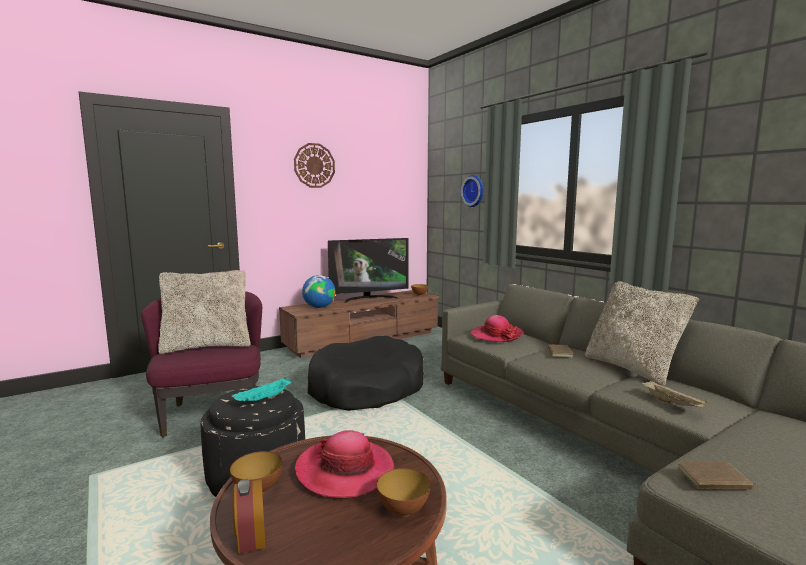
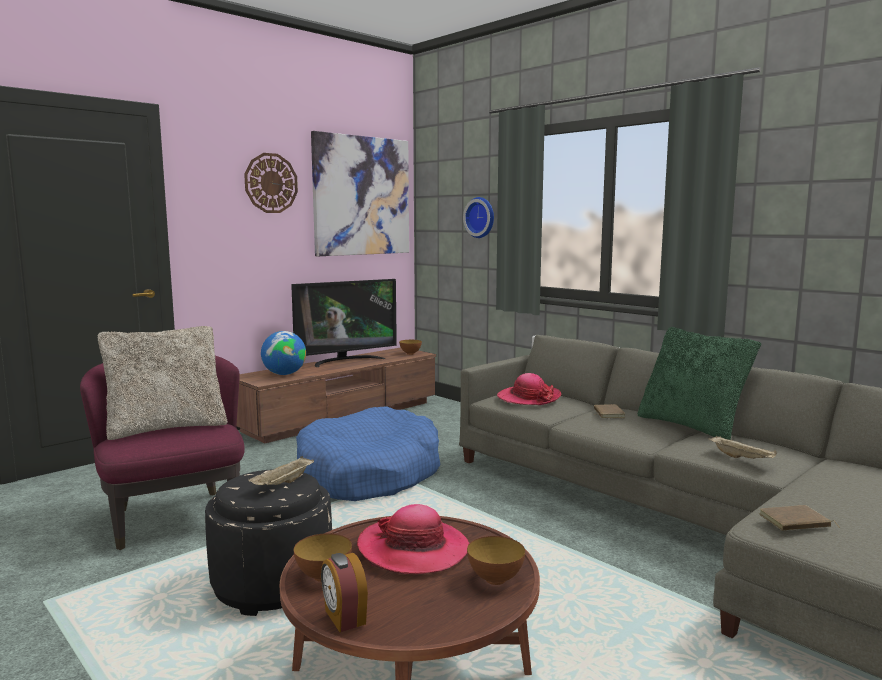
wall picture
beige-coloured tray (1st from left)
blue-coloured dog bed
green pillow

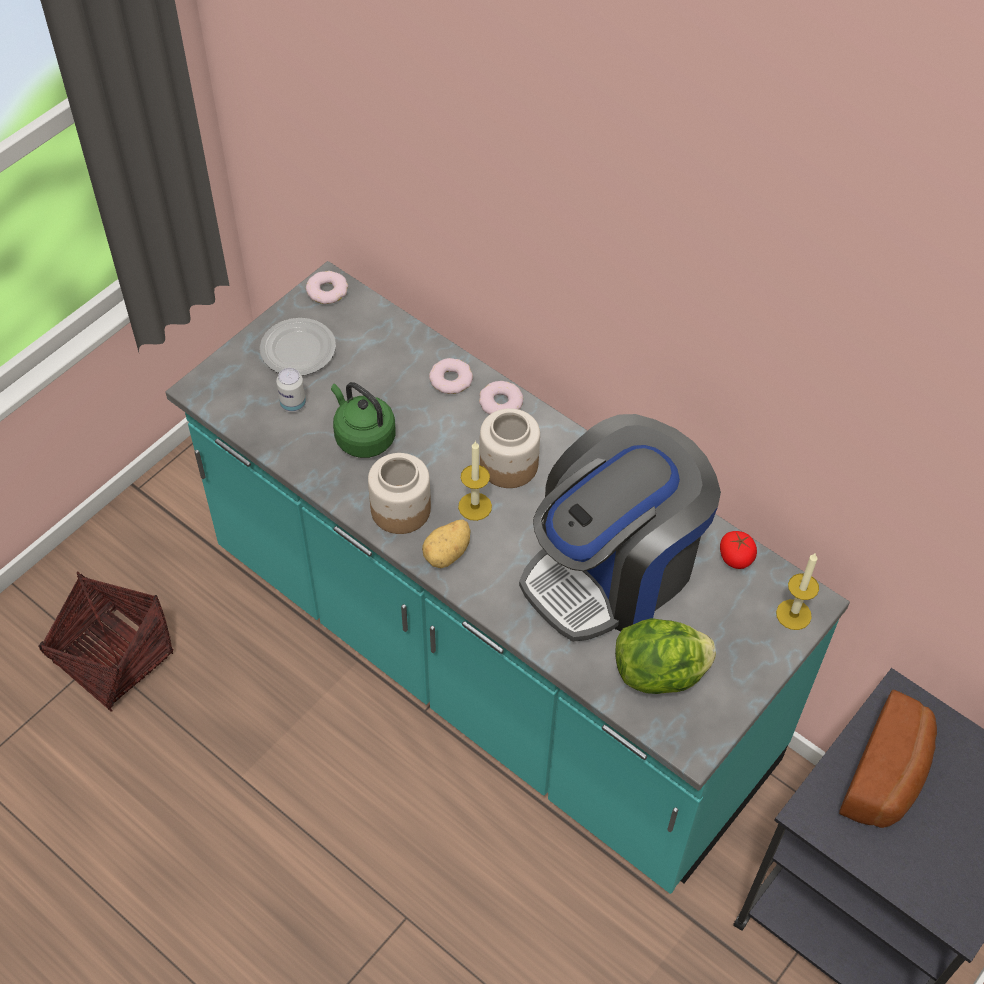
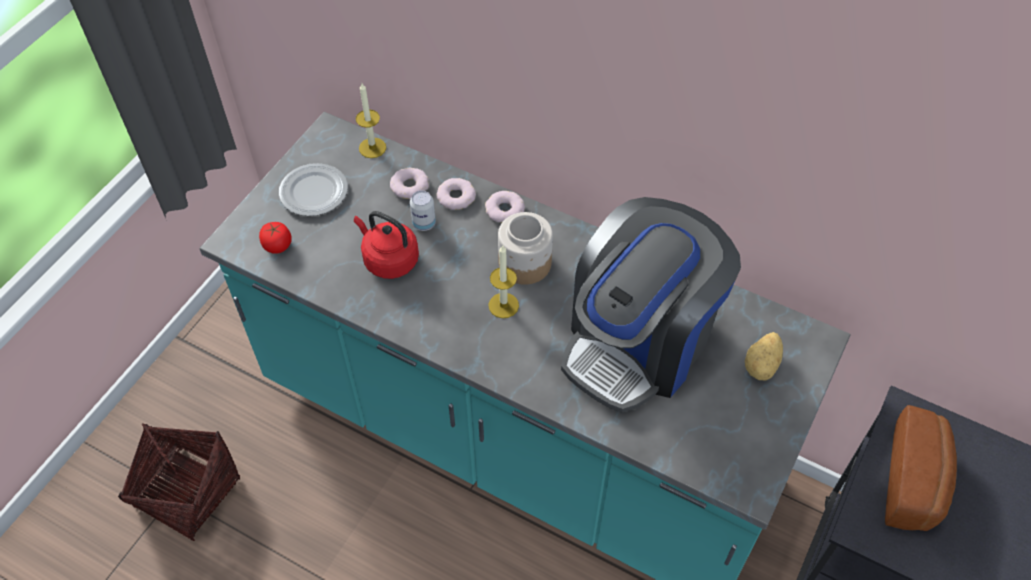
jar (1st from left in the first image)
lettuce
metal can
donut (1st from left)
whole potato
whole tomato
wax light (1st from left)
red water kettle

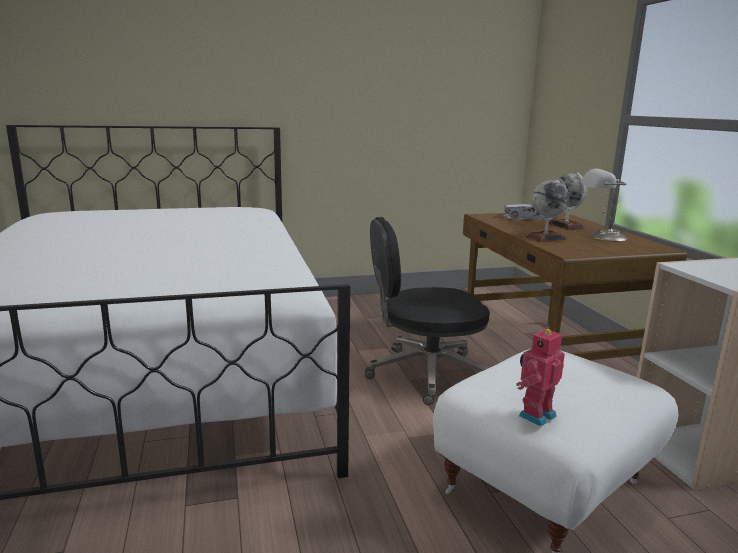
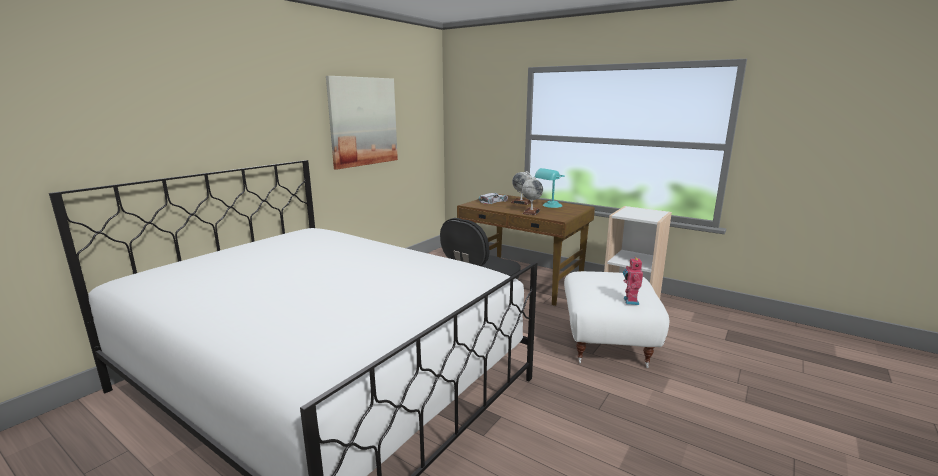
wall picture
turquoise-coloured table lamp

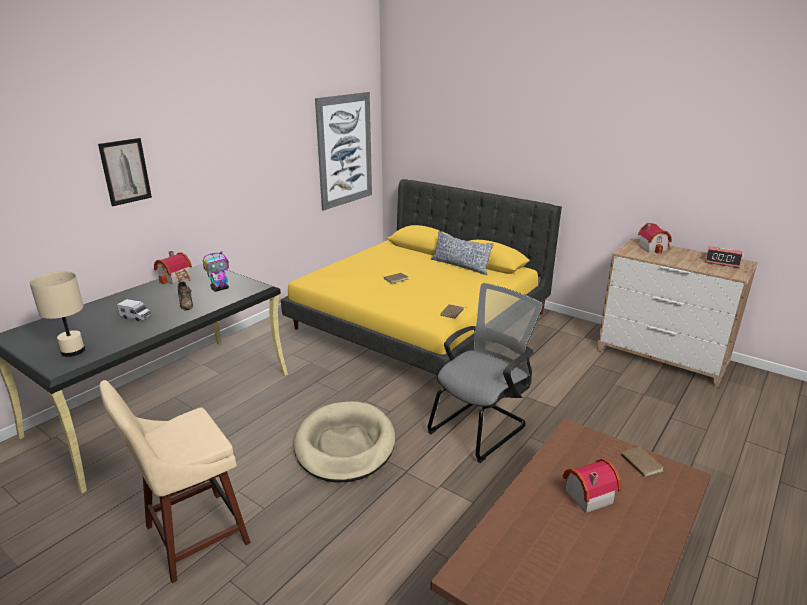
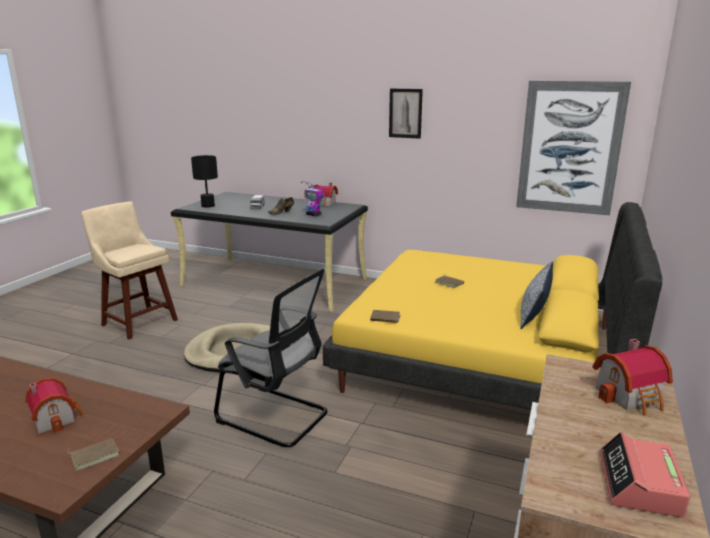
wall picture (1st from left)
black-coloured table lamp

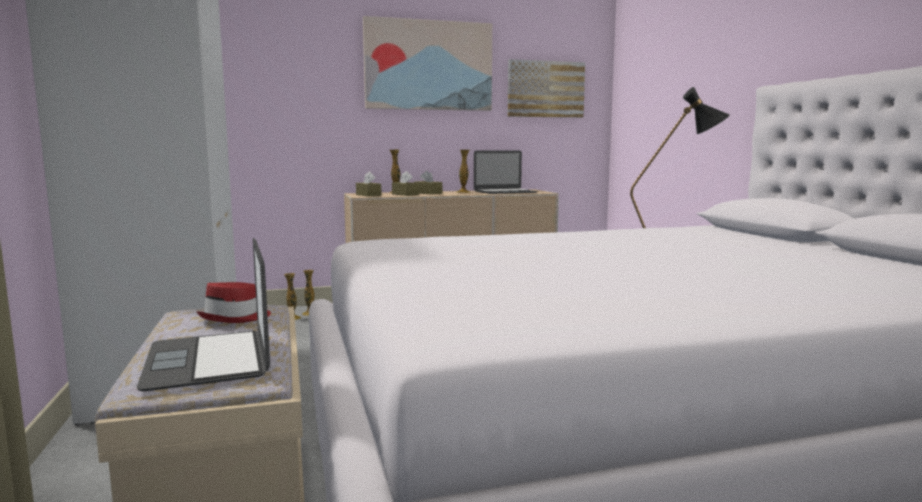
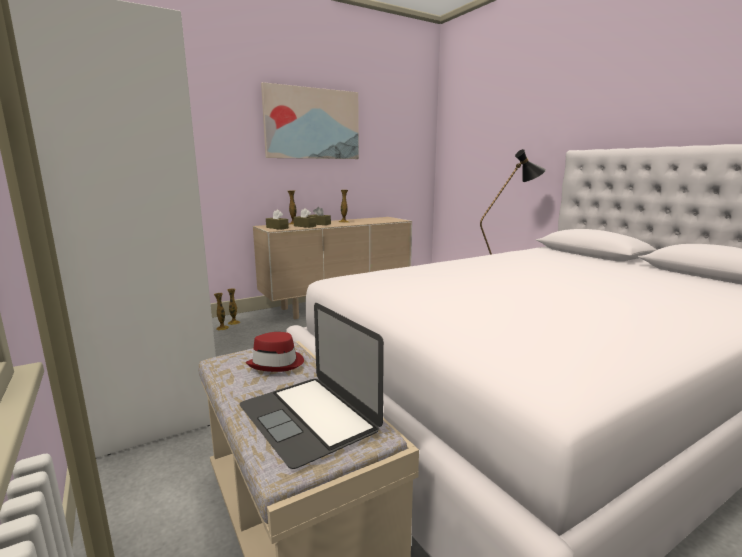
laptop (2nd from left in the first image)
wall picture (2nd from left in the first image)

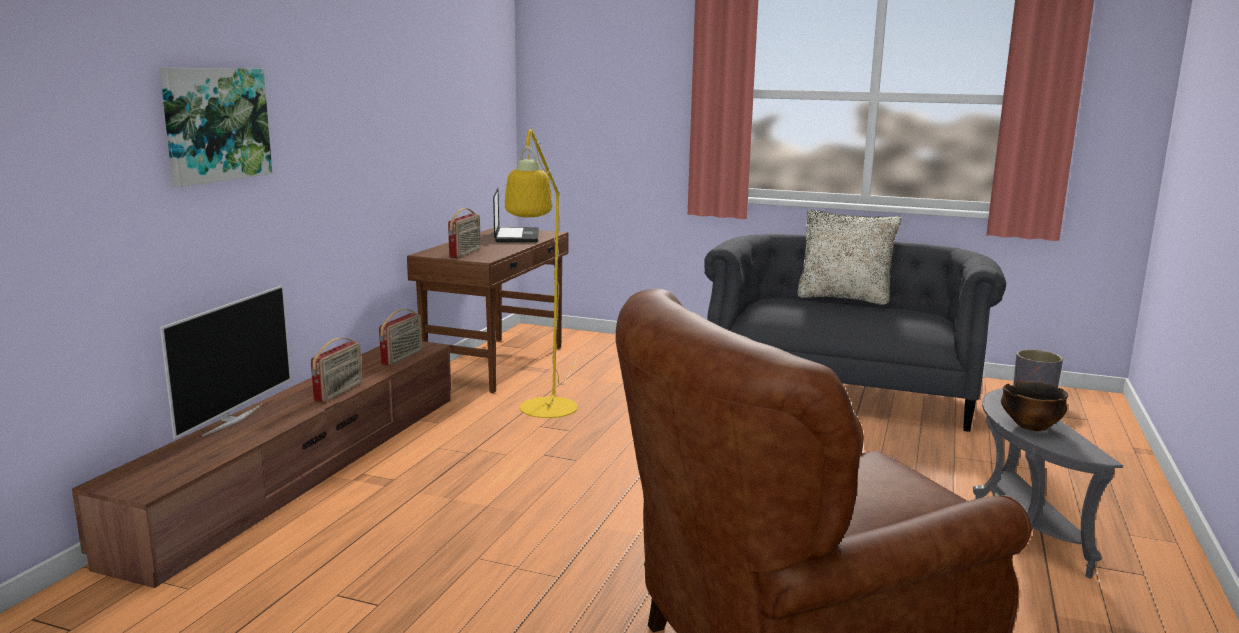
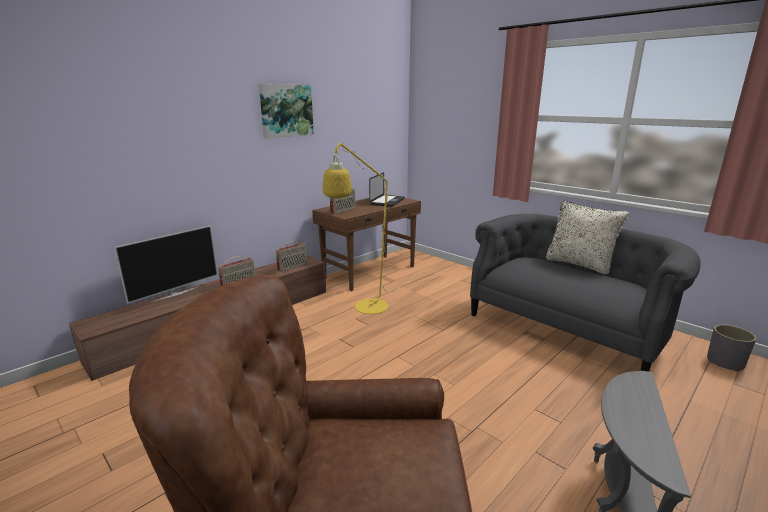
serving bowl
wall picture

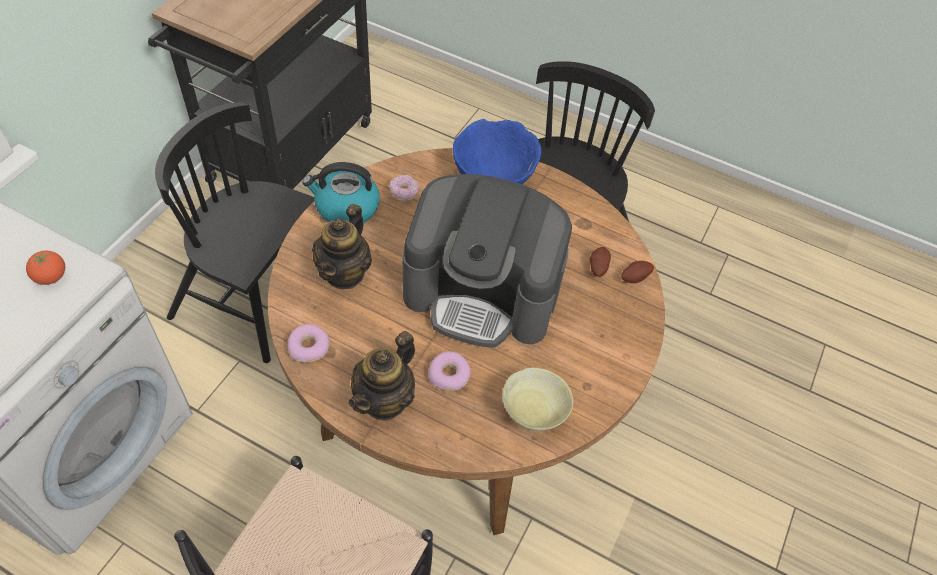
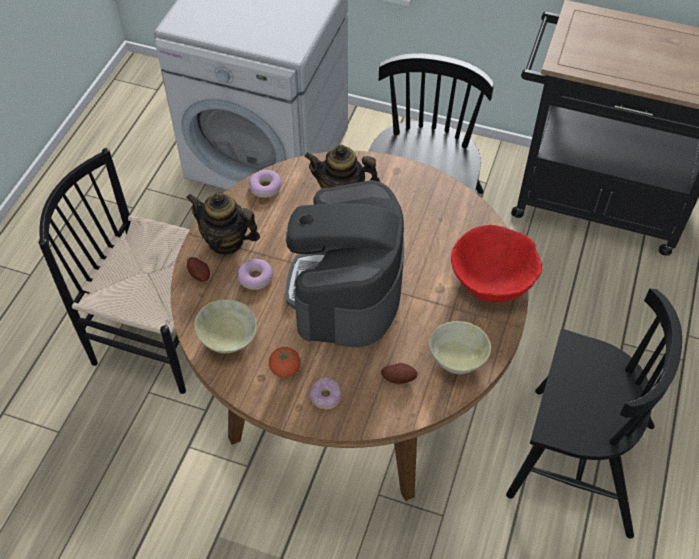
water kettle
beige-coloured serving bowl (2nd from left)
whole tomato
donut (3rd from left)
whole potato (1st from left)
red serving bowl

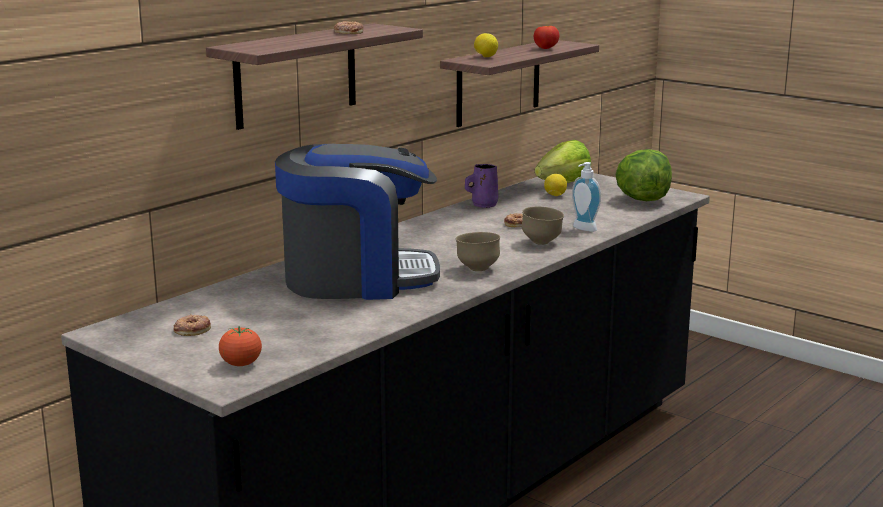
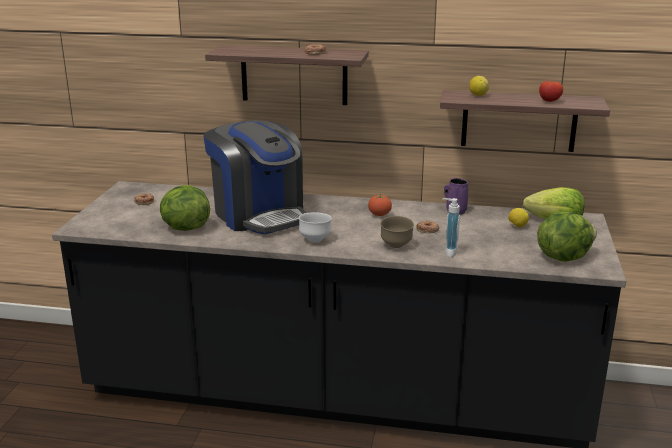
lettuce (1st from left)
whole tomato (1st from left)
whitish serving bowl

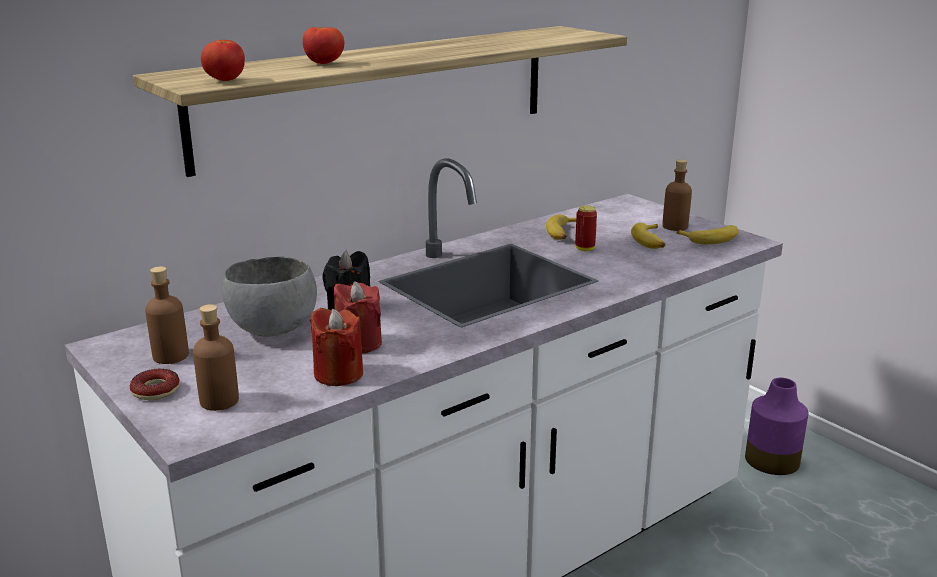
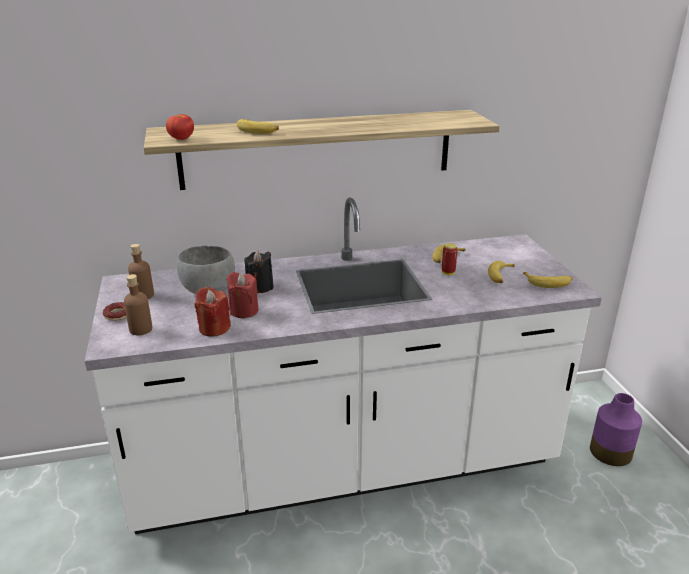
brownish drink bottle (3rd from left in the first image)
banana (1st from left)

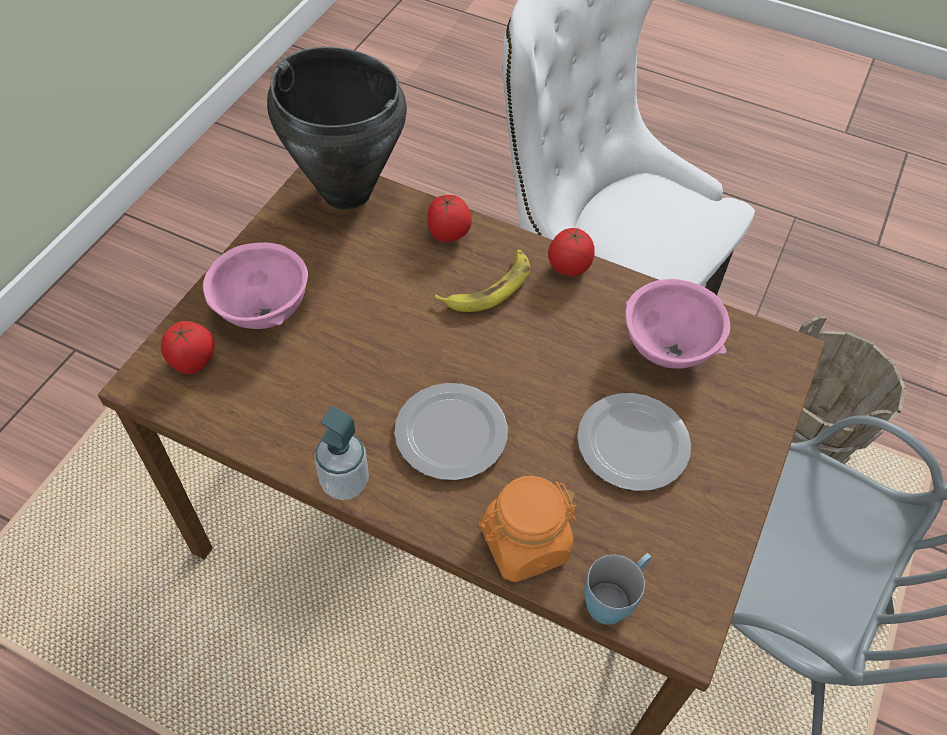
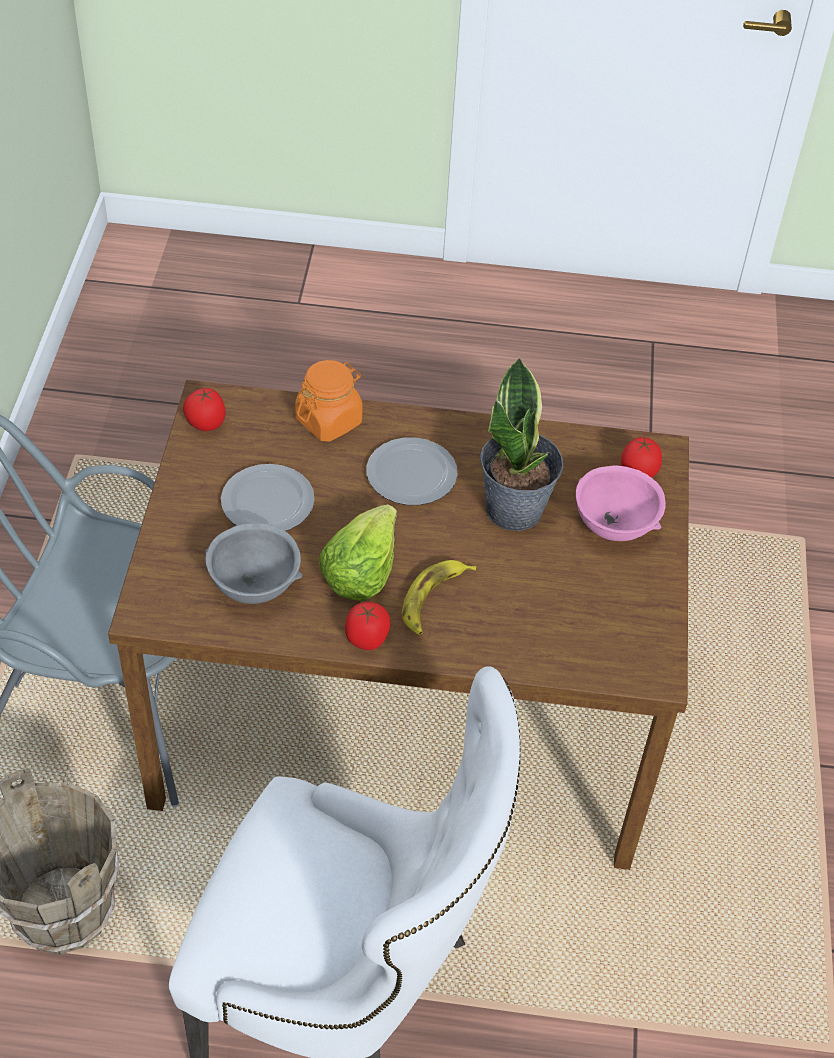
black-coloured cooking pot
liquid soap bottle
blue-coloured mug
lettuce
potted plant
whole tomato (1st from left)
gray serving bowl

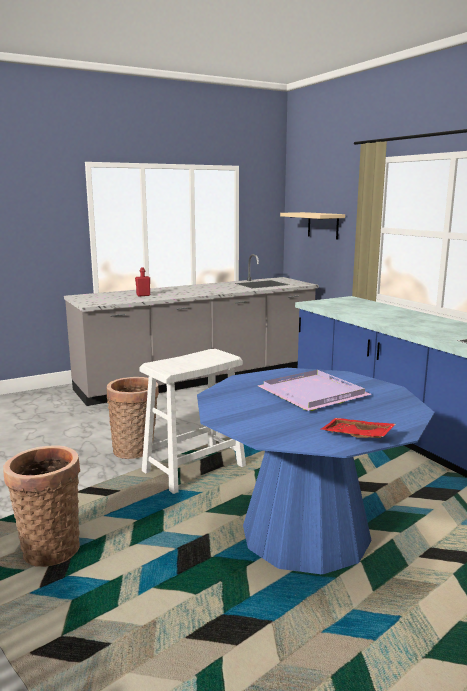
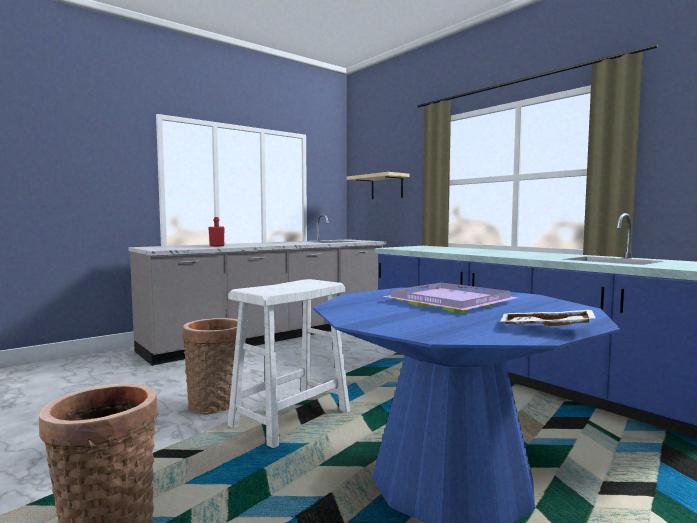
whitish tray

